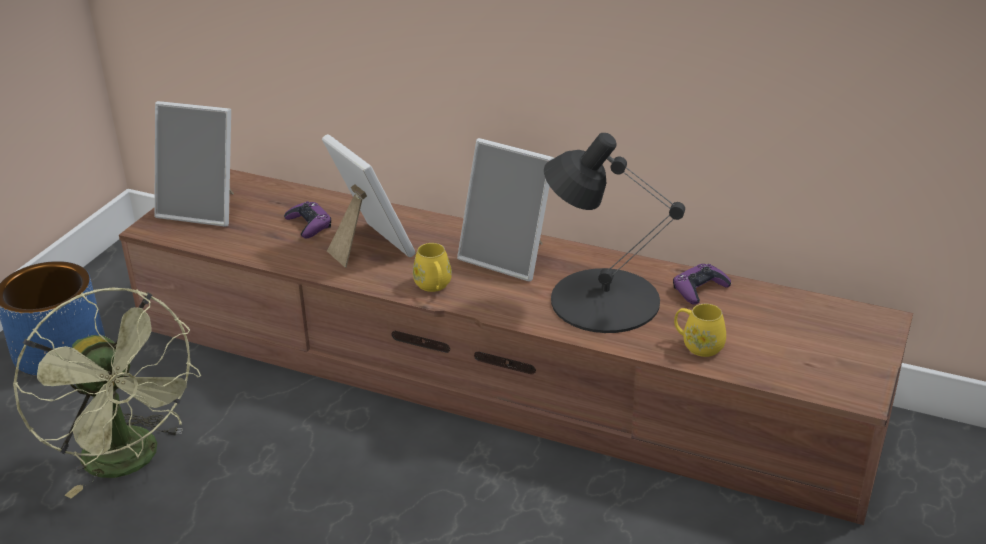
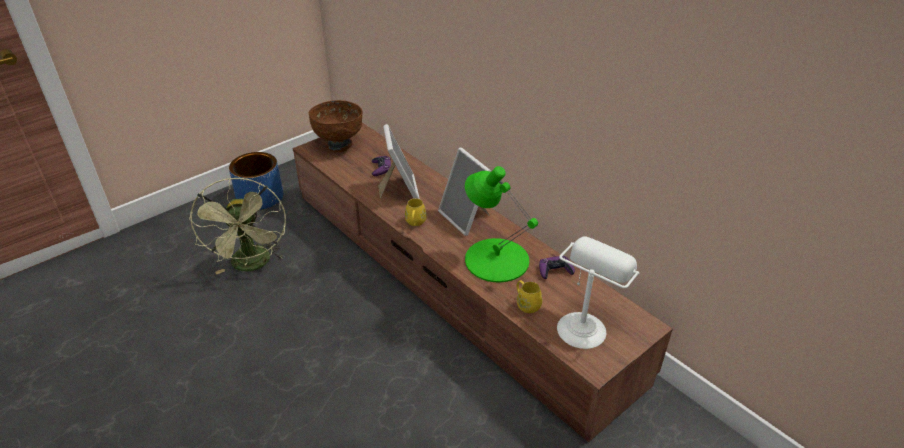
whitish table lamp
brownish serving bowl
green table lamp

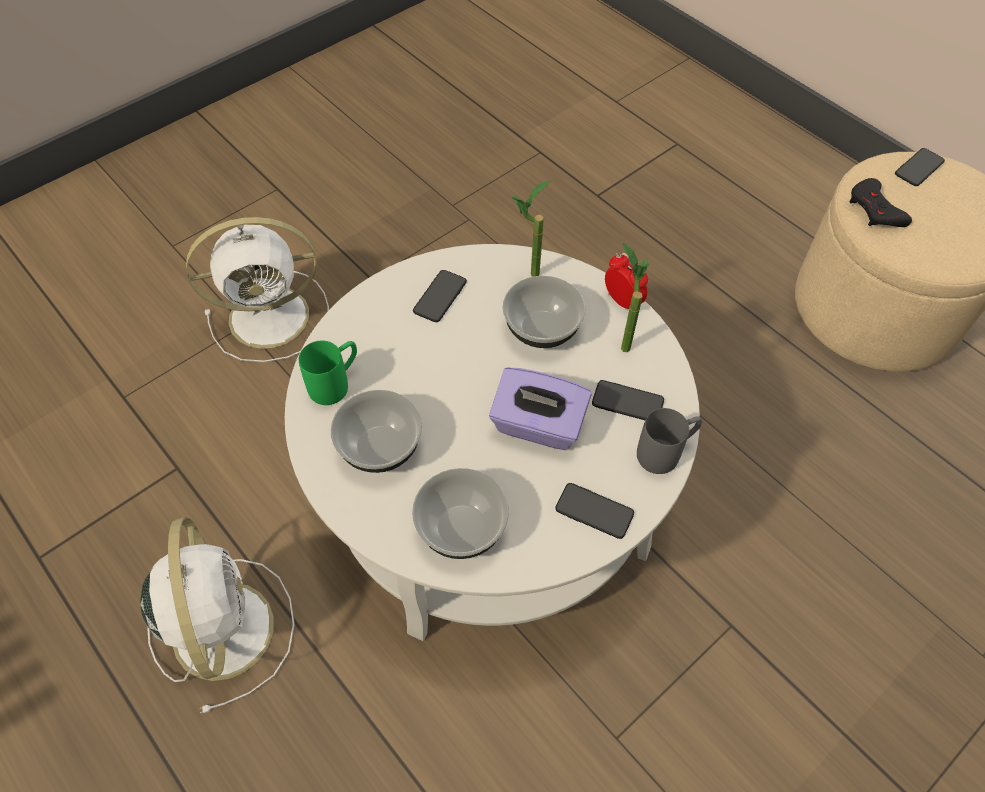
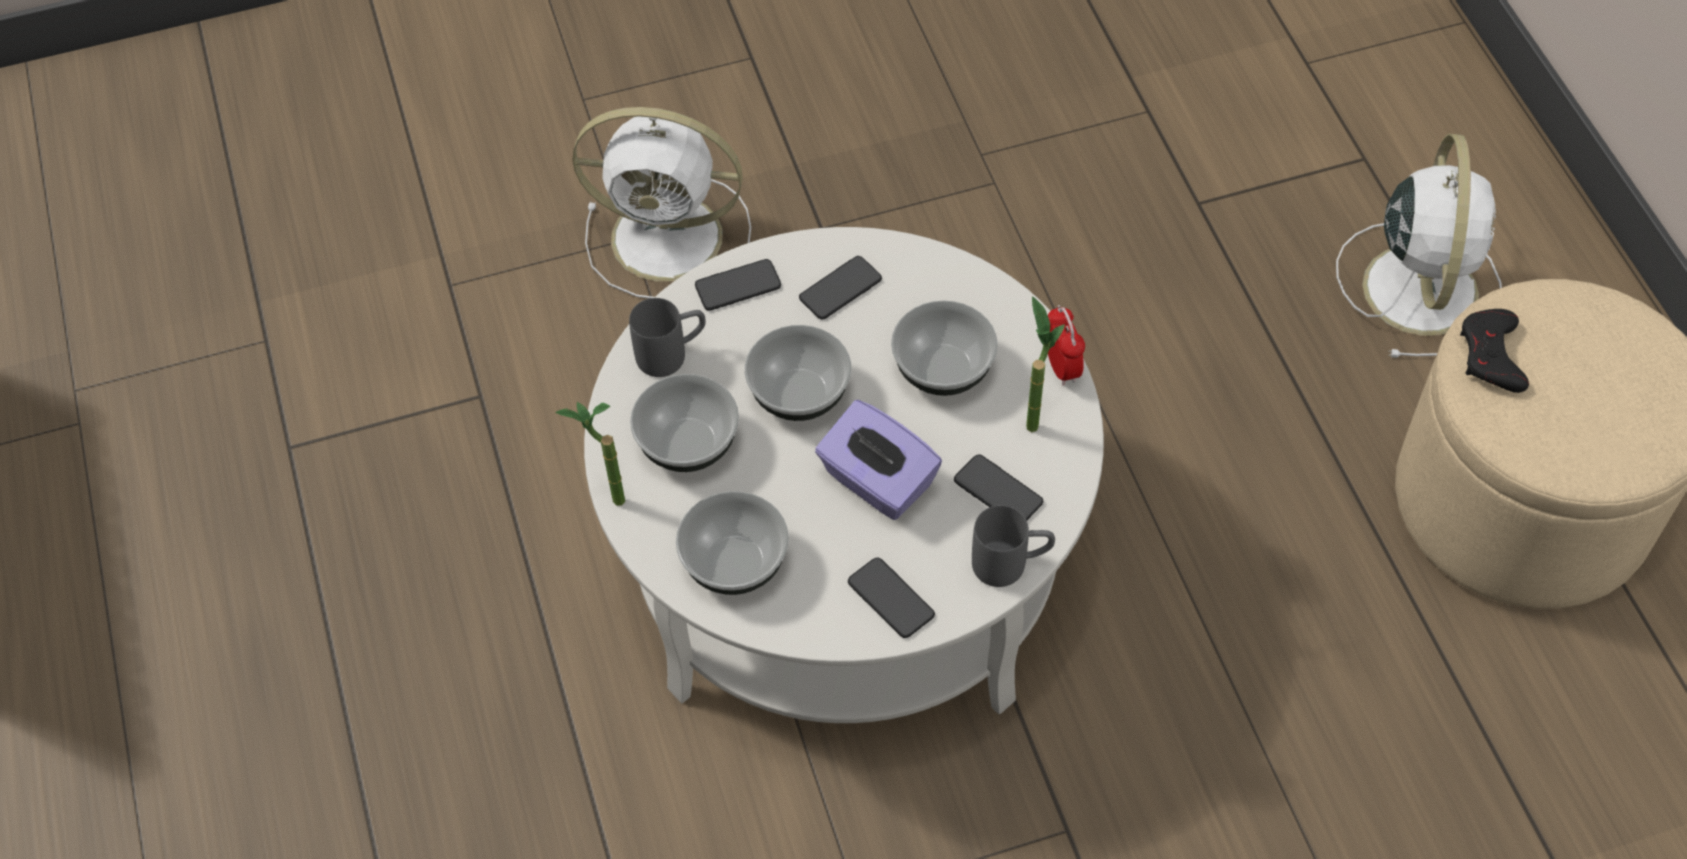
serving bowl (3rd from left)
whitish cooling fan (2nd from left)
potted plant (1st from left)
telephone (1st from left)
gray mug (1st from left)

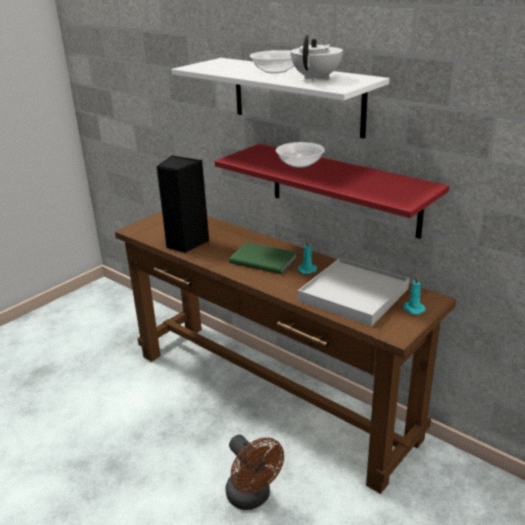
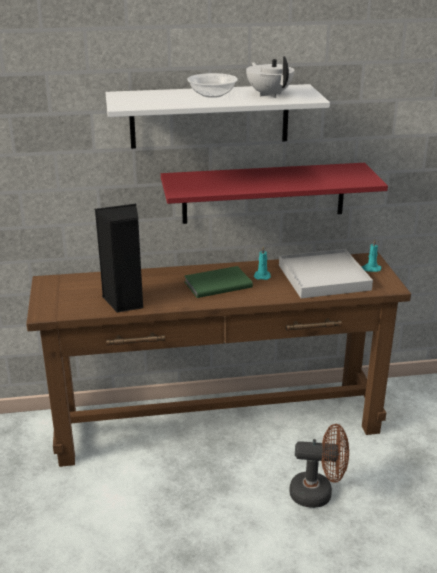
serving bowl (2nd from left in the first image)

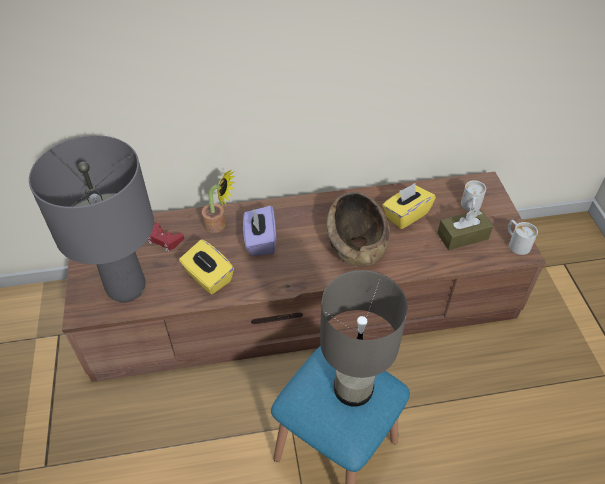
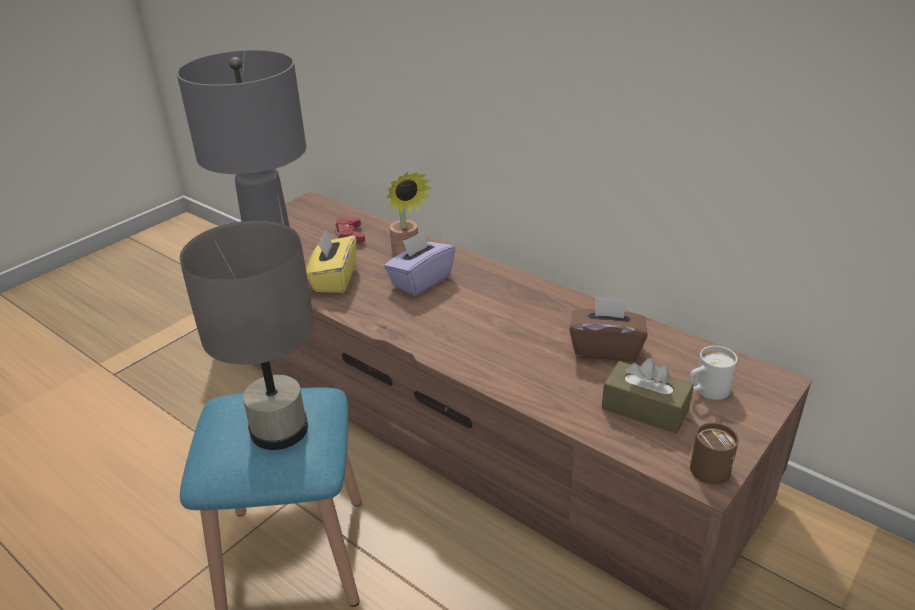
brownish serving bowl
brownish tissue holder (1st from left)
brownish mug

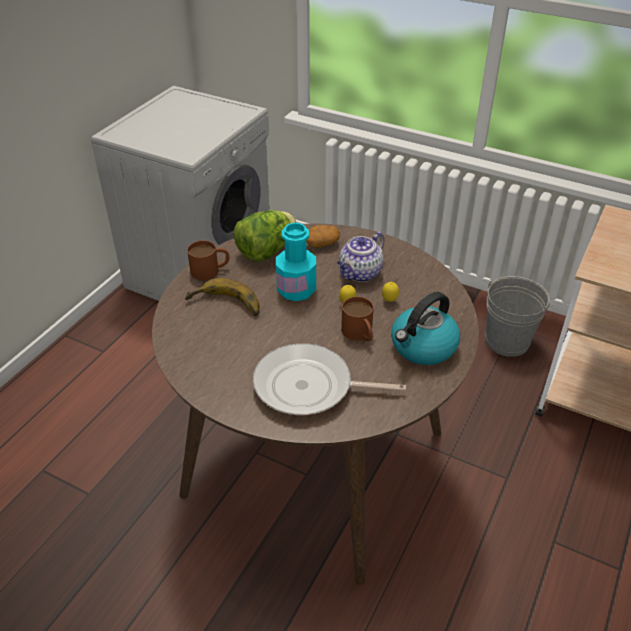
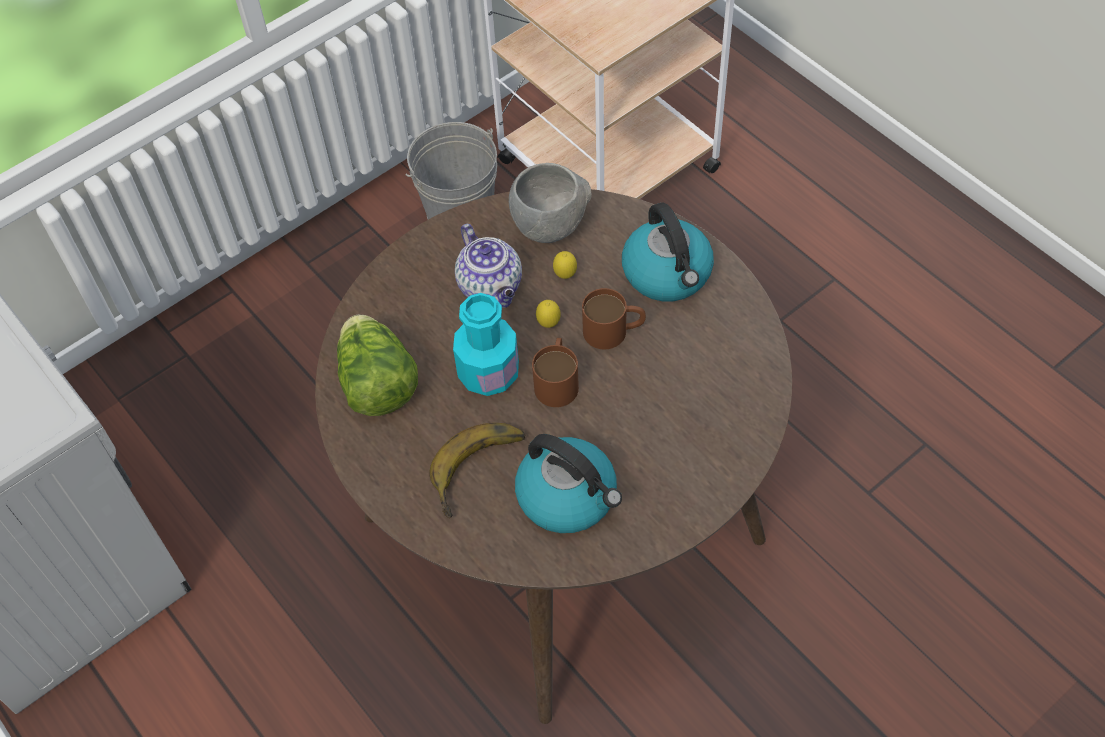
frying pan
whole potato
gray serving bowl
water kettle (1st from left)
brownish mug (1st from left)

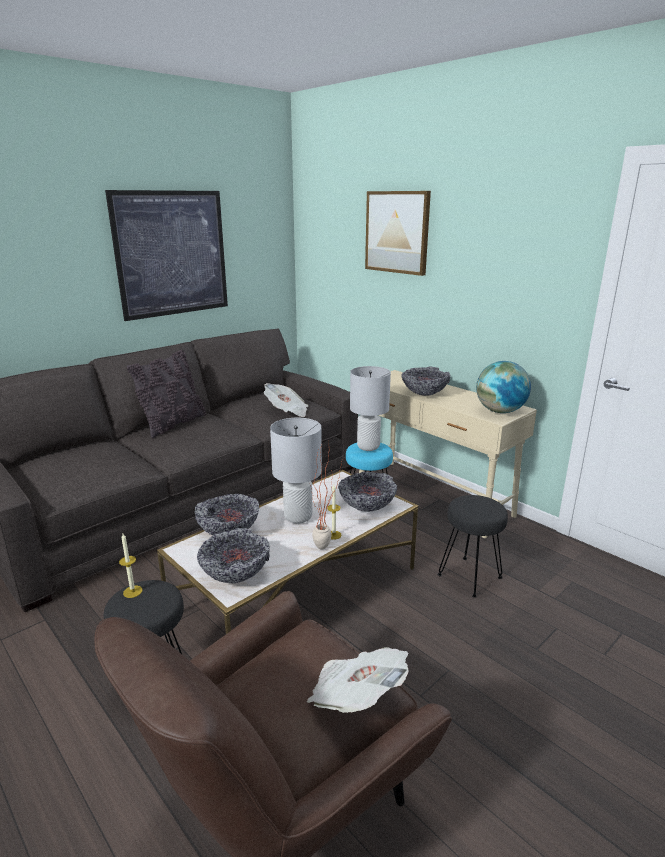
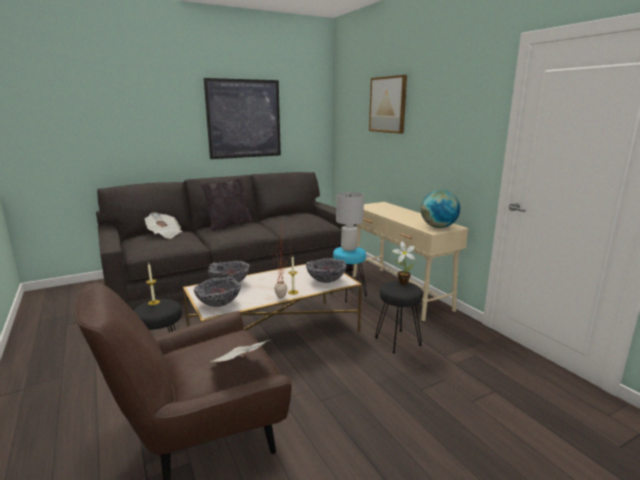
gray table lamp (1st from left in the first image)
serving bowl (4th from left in the first image)
potted plant (2nd from left)
daily paper (1st from left)

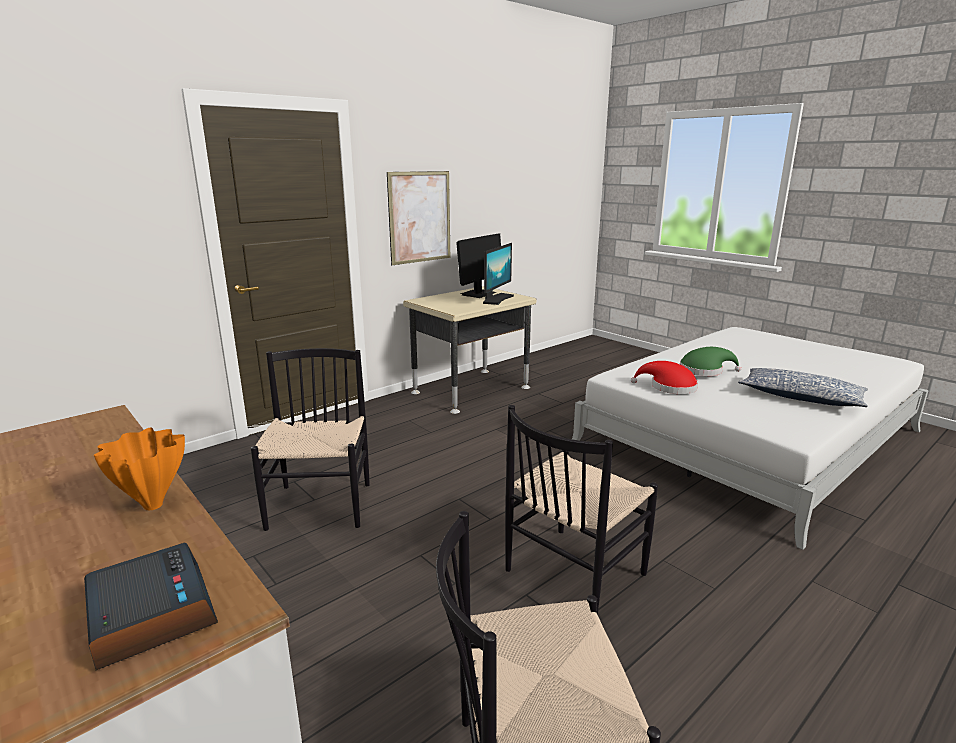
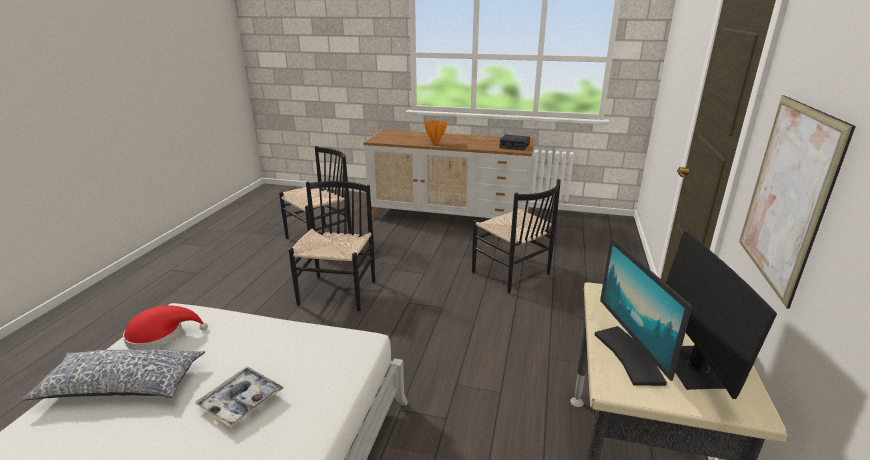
alarm clock
red clothing hat
tray

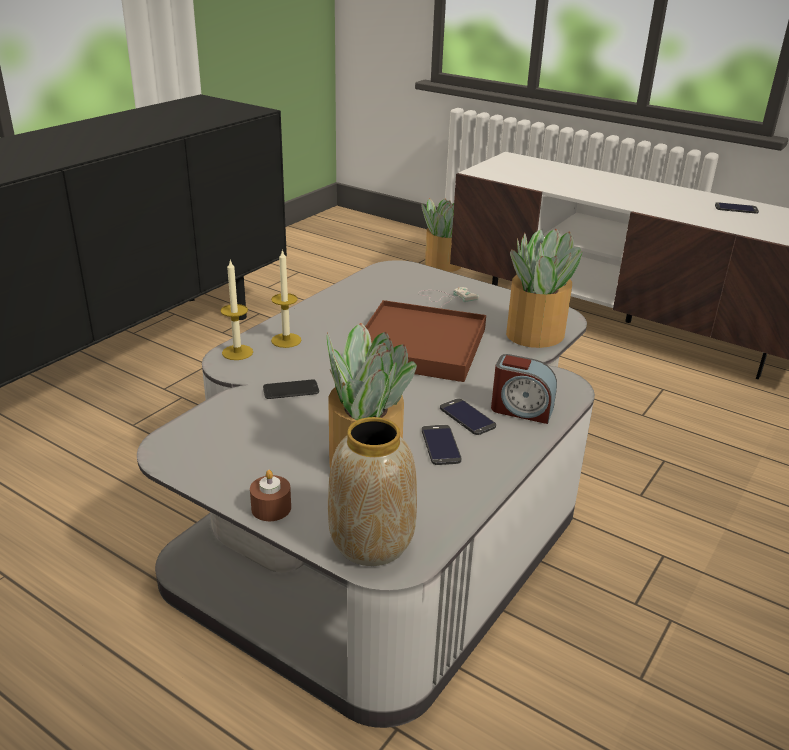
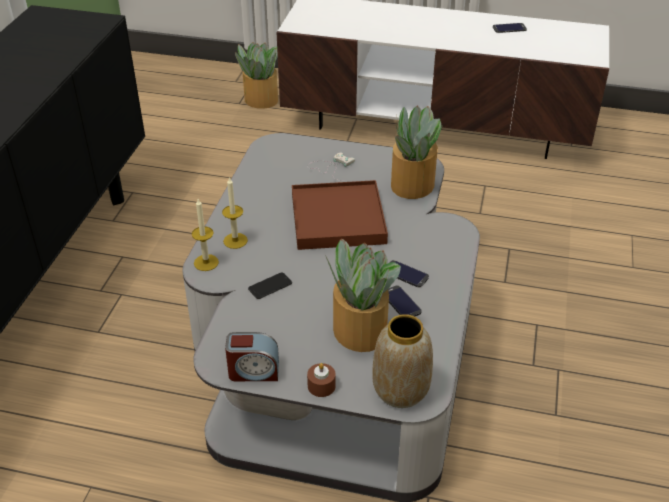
alarm clock

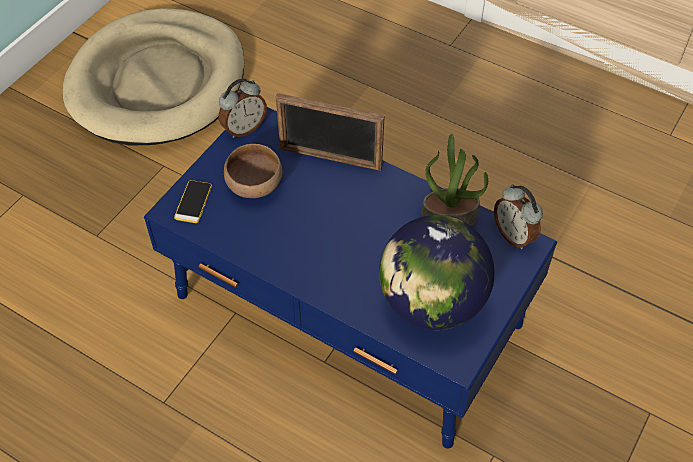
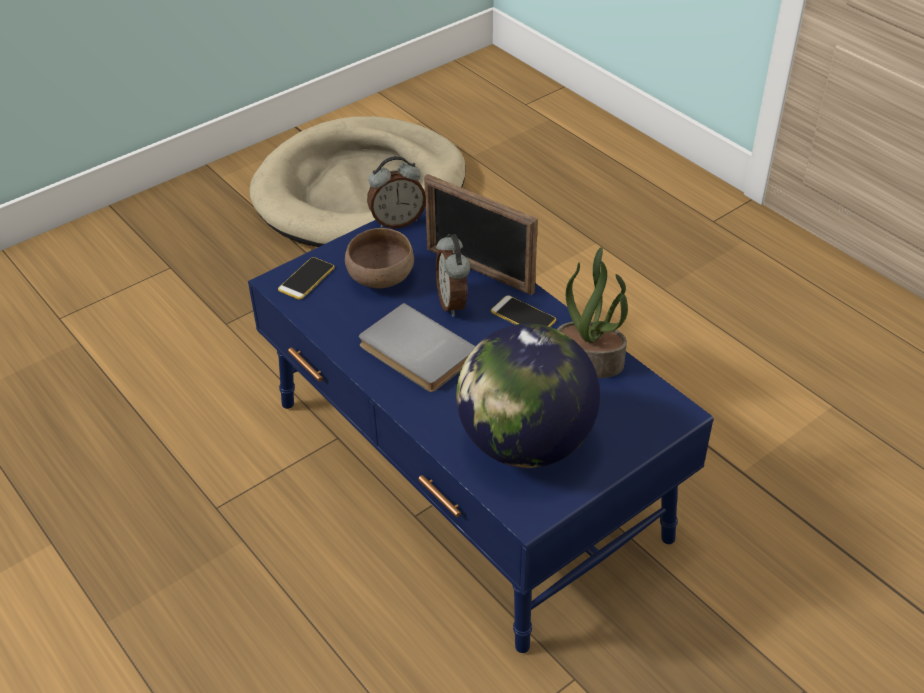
gray volume
telephone (2nd from left)
alarm clock (2nd from left)

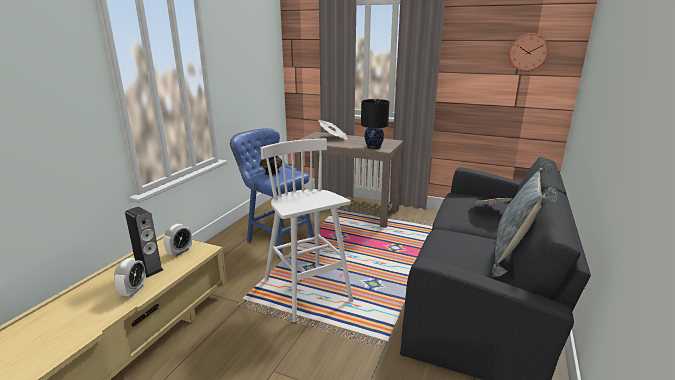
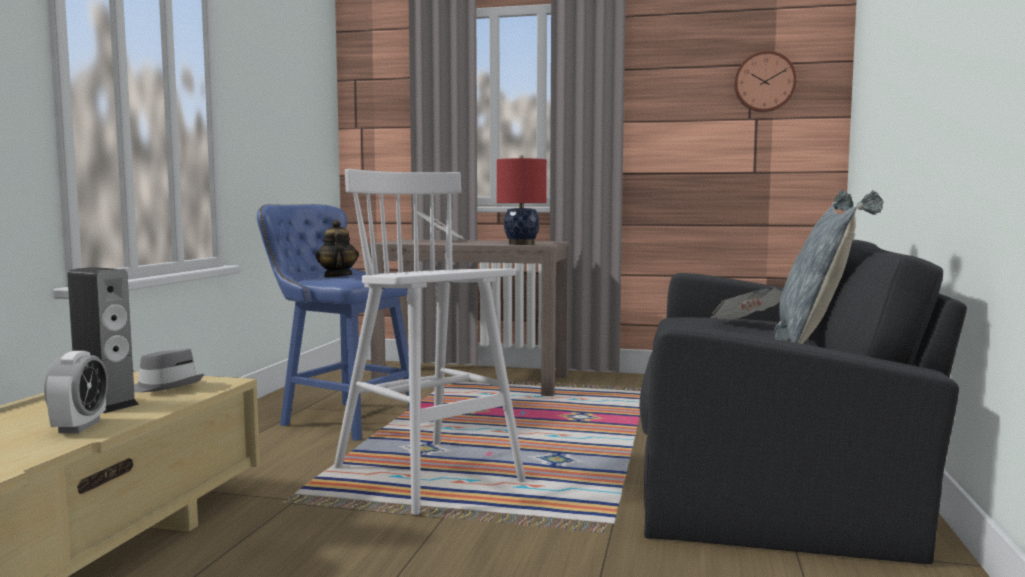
gray clothing hat
red table lamp

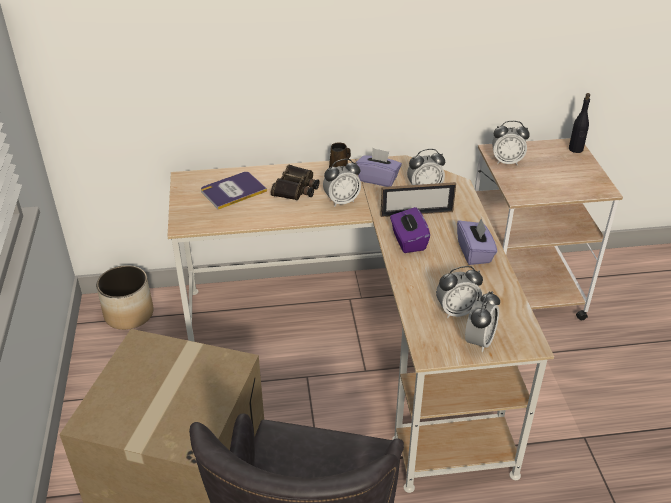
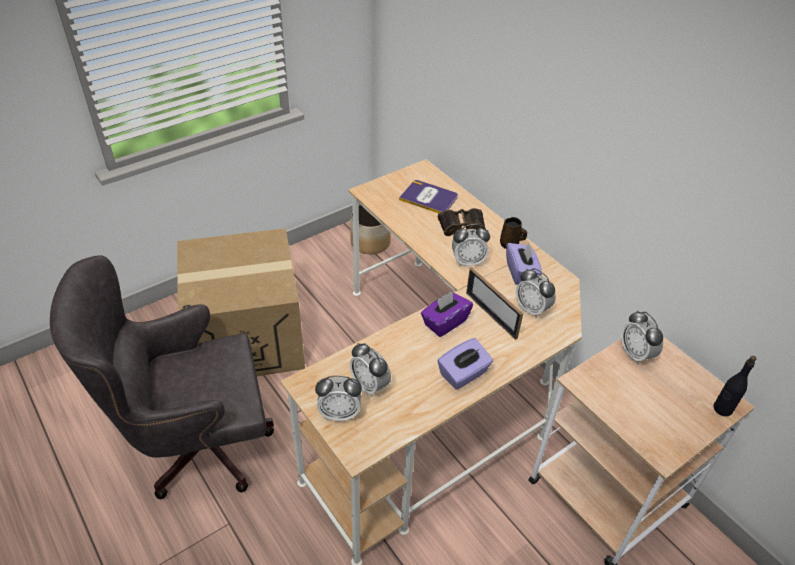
alarm clock (3rd from left)

